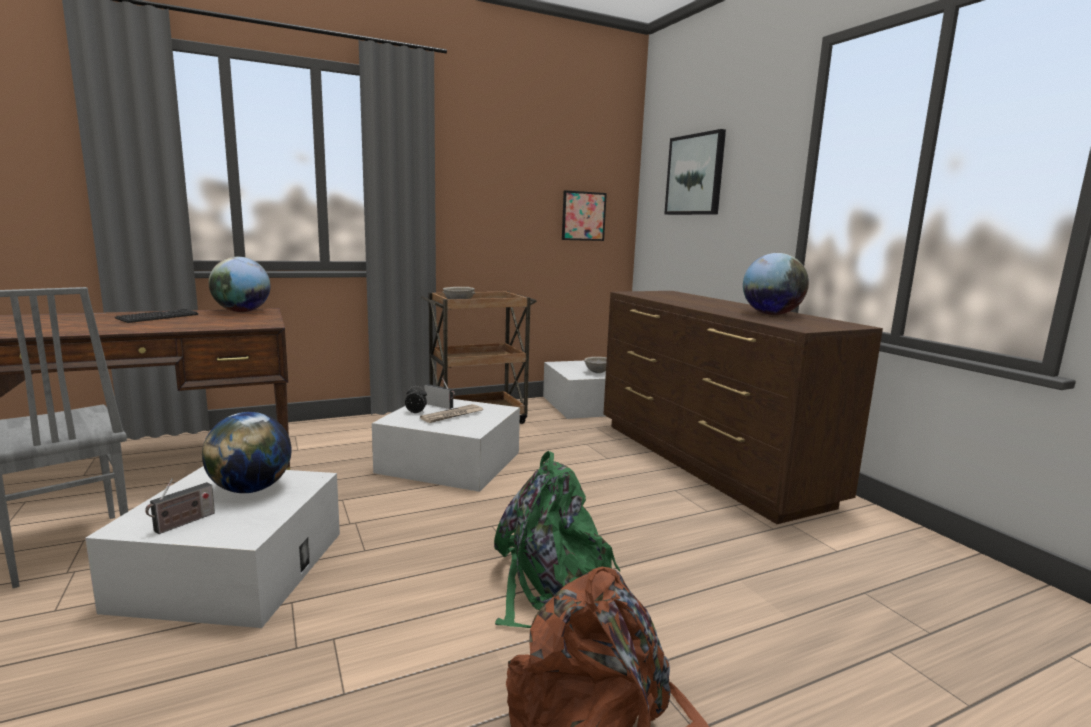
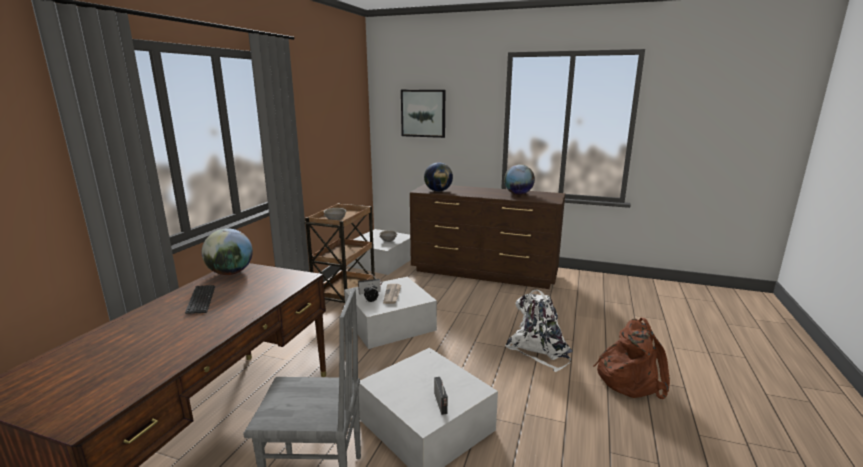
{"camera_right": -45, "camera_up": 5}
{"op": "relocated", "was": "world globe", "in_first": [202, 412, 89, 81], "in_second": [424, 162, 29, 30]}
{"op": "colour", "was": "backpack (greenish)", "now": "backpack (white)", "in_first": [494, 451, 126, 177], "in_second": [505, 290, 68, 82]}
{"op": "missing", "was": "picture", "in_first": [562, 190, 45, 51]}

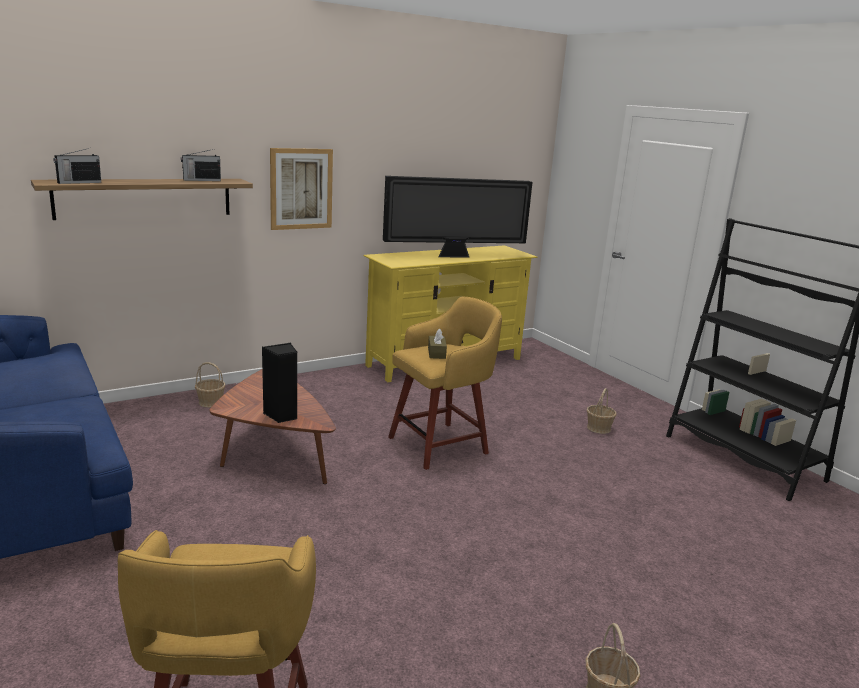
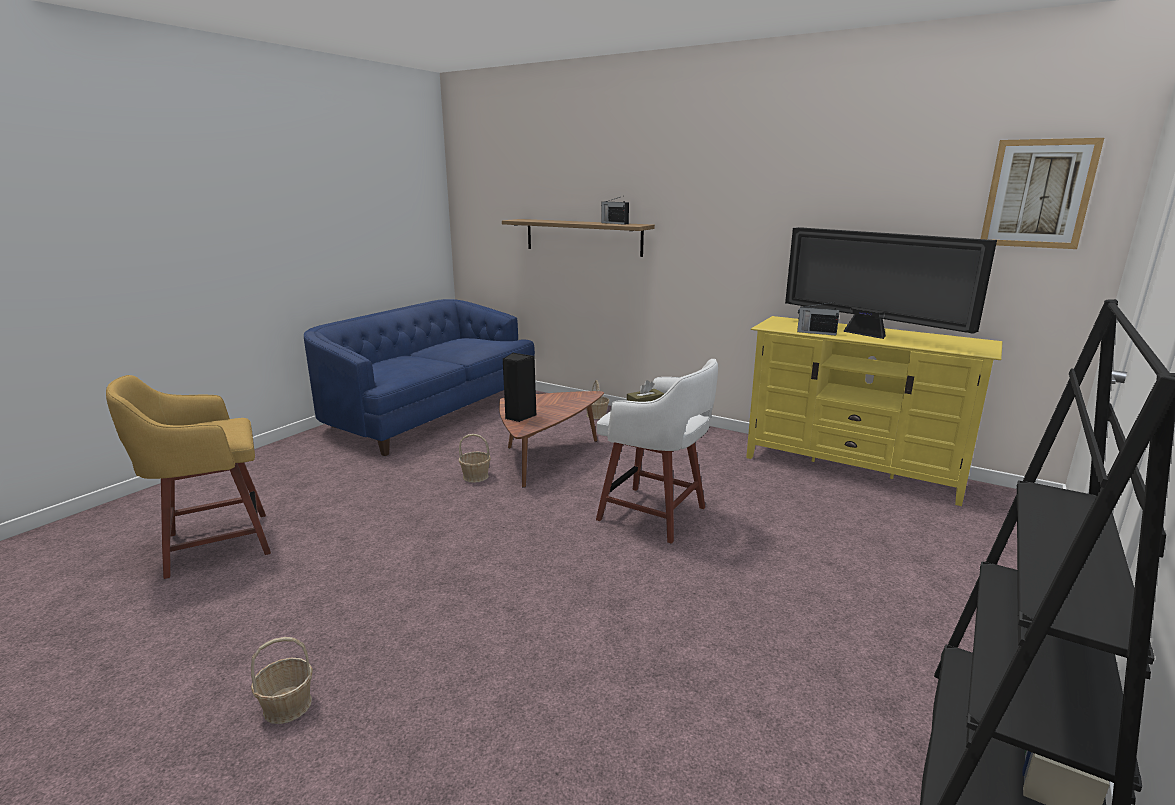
{"camera_right": 65, "camera_up": 0}
{"op": "relocated", "was": "radio set", "in_first": [53, 148, 48, 36], "in_second": [797, 302, 43, 34]}
{"op": "relocated", "was": "picture", "in_first": [270, 148, 63, 82], "in_second": [981, 138, 123, 111]}
{"op": "colour", "was": "stool (yellow)", "now": "stool (white)", "in_first": [388, 297, 114, 173], "in_second": [596, 359, 122, 185]}
{"op": "relocated", "was": "storage basket", "in_first": [587, 388, 29, 46], "in_second": [459, 434, 32, 49]}

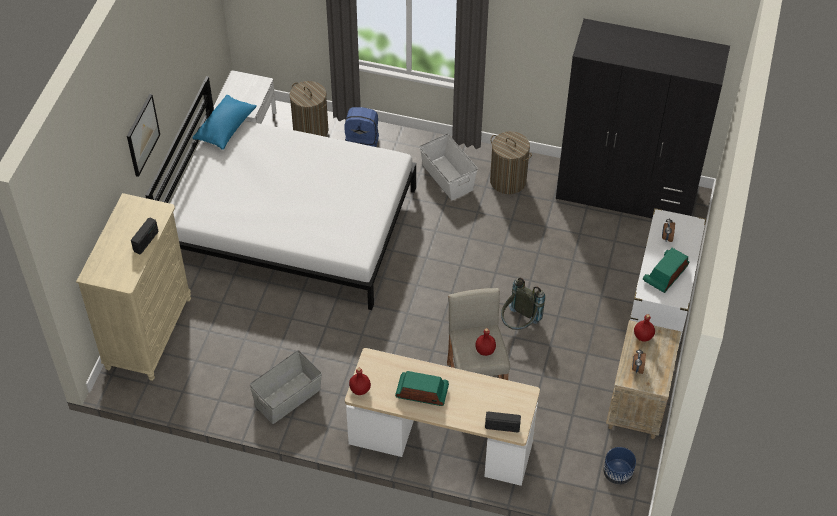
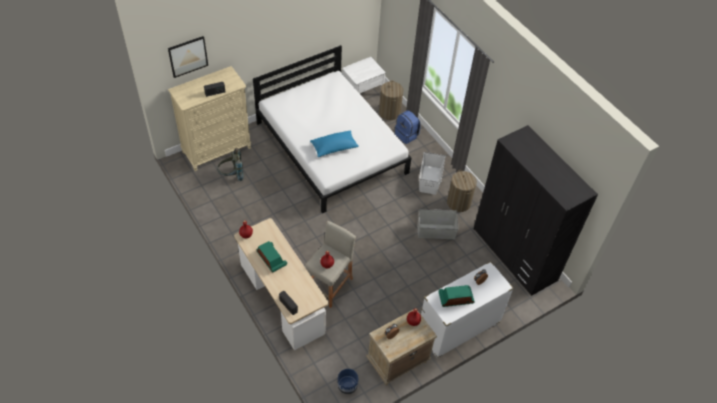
{"camera_right": 40, "camera_up": 0}
{"op": "relocated", "was": "picture", "in_first": [127, 94, 33, 83], "in_second": [168, 36, 40, 42]}
{"op": "relocated", "was": "cushion (blue-coloured)", "in_first": [192, 95, 65, 55], "in_second": [310, 130, 49, 27]}
{"op": "relocated", "was": "storage container (greyish)", "in_first": [249, 350, 73, 74], "in_second": [417, 209, 42, 30]}
{"op": "relocated", "was": "backpack (greyish)", "in_first": [501, 278, 44, 52], "in_second": [217, 148, 27, 33]}

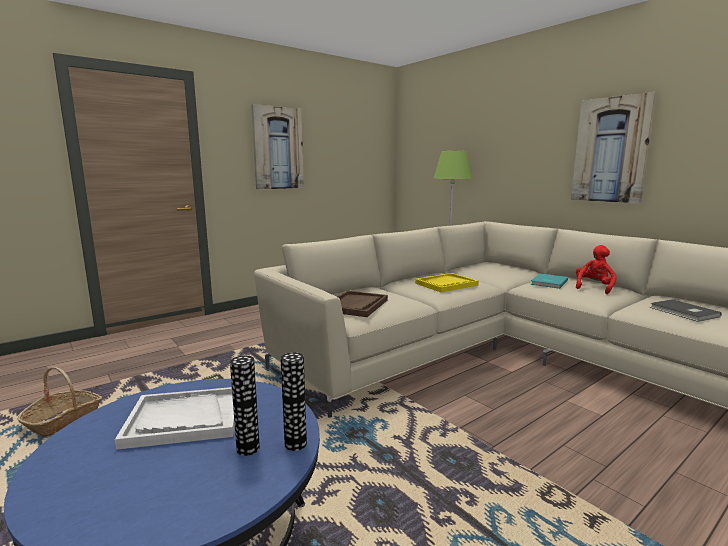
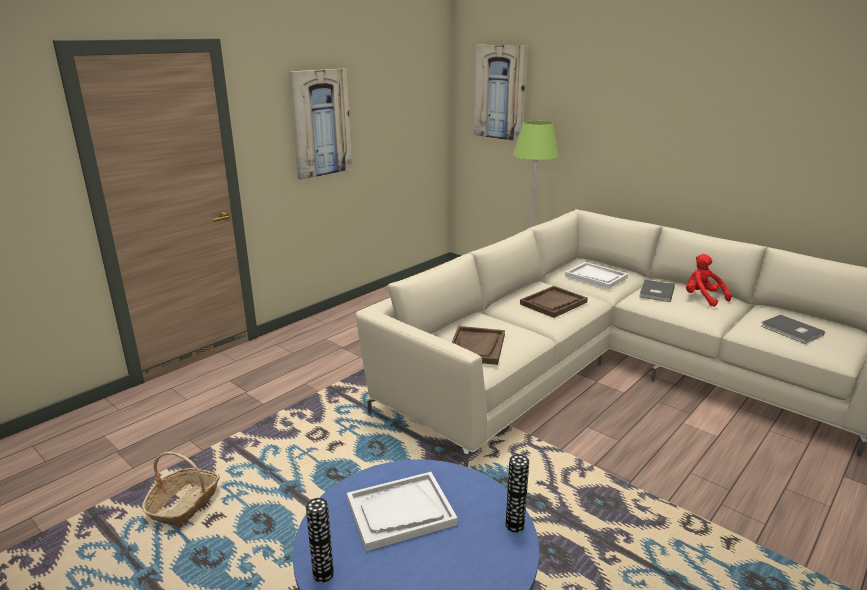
{"camera_right": -10, "camera_up": 10}
{"op": "relocated", "was": "flower vase", "in_first": [230, 355, 30, 101], "in_second": [306, 498, 28, 85]}
{"op": "colour", "was": "carrying tray (yellow)", "now": "carrying tray (brown)", "in_first": [415, 273, 64, 20], "in_second": [520, 286, 68, 32]}
{"op": "colour", "was": "volume (turquoise)", "now": "volume (greyish)", "in_first": [530, 273, 38, 16], "in_second": [639, 280, 36, 22]}
{"op": "relocated", "was": "picture", "in_first": [571, 92, 86, 111], "in_second": [474, 45, 54, 96]}
{"op": "spun", "was": "cuddly toy (red-coloured)", "in_first": [576, 245, 40, 49], "in_second": [686, 254, 46, 53], "clockwise": -60}
{"op": "appeared", "now": "carrying tray (white)", "in_second": [565, 262, 63, 27]}

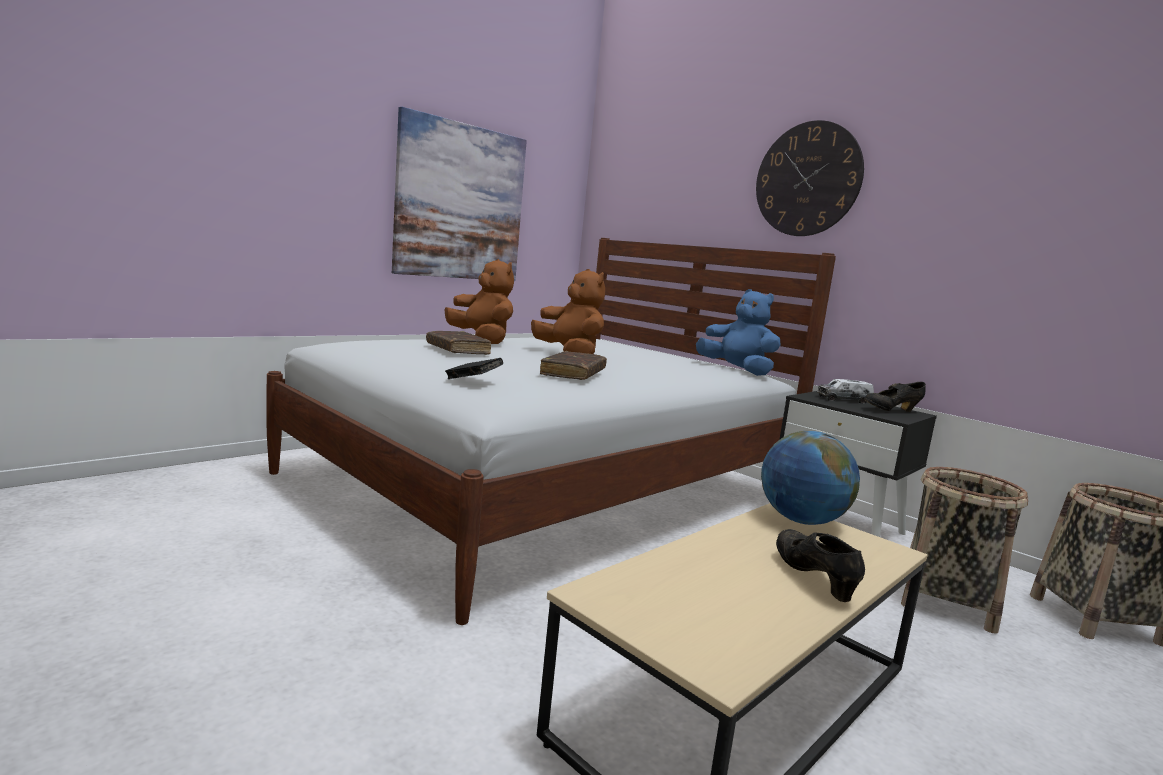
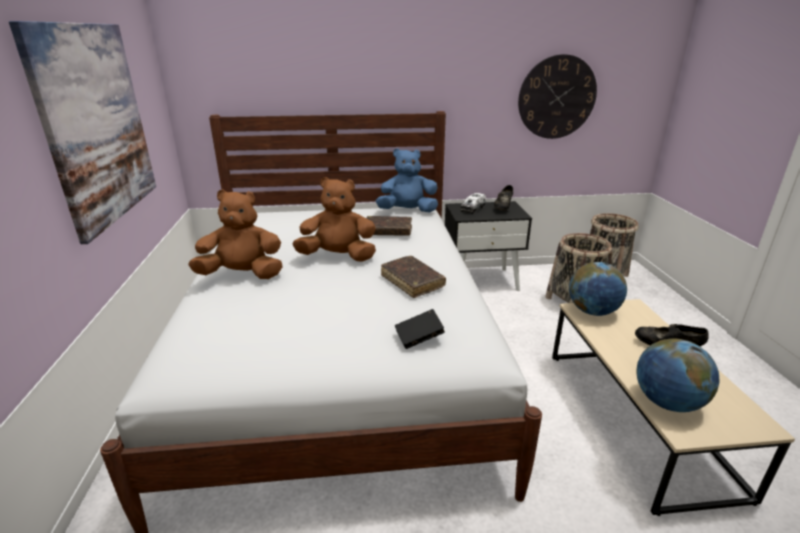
{"camera_right": -50, "camera_up": 15}
{"op": "relocated", "was": "volume (brown)", "in_first": [426, 331, 65, 24], "in_second": [366, 216, 46, 20]}
{"op": "relocated", "was": "hanging clock", "in_first": [756, 120, 108, 116], "in_second": [518, 54, 79, 85]}
{"op": "appeared", "now": "world globe", "in_second": [636, 339, 84, 73]}

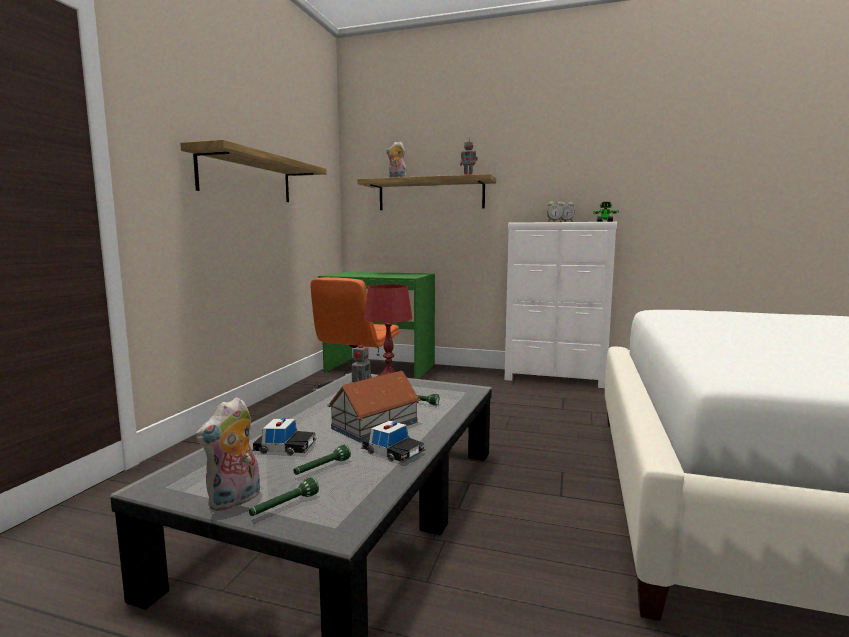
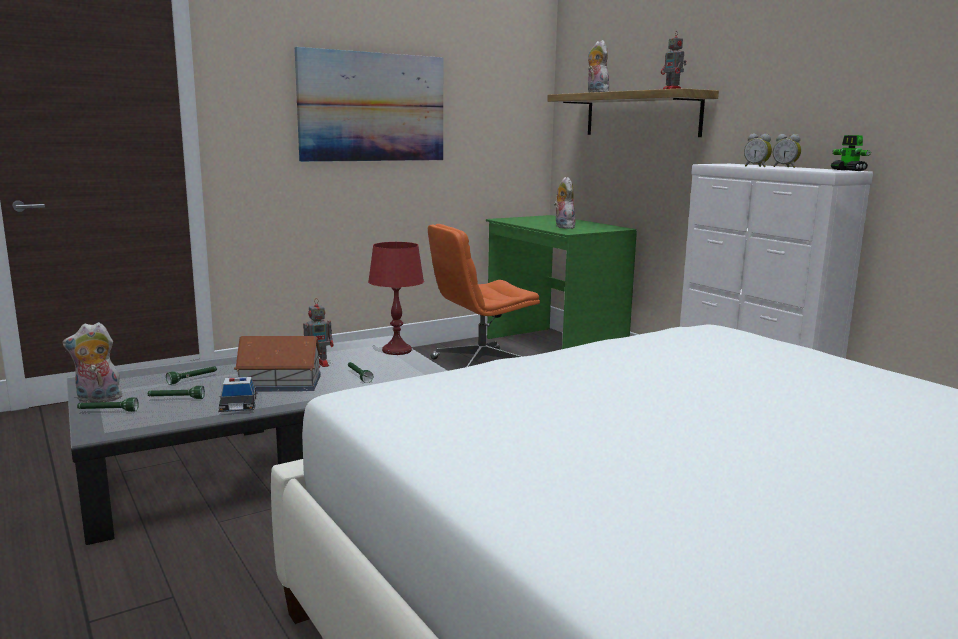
{"camera_right": 40, "camera_up": 5}
{"op": "exchanged", "was": "wall shelf", "now": "picture", "in_first": [180, 140, 147, 62], "in_second": [295, 47, 148, 115]}
{"op": "exchanged", "was": "model car", "now": "torch (greenish)", "in_first": [252, 418, 65, 38], "in_second": [166, 366, 51, 19]}
{"op": "appeared", "now": "cuddly toy", "in_second": [554, 177, 21, 52]}

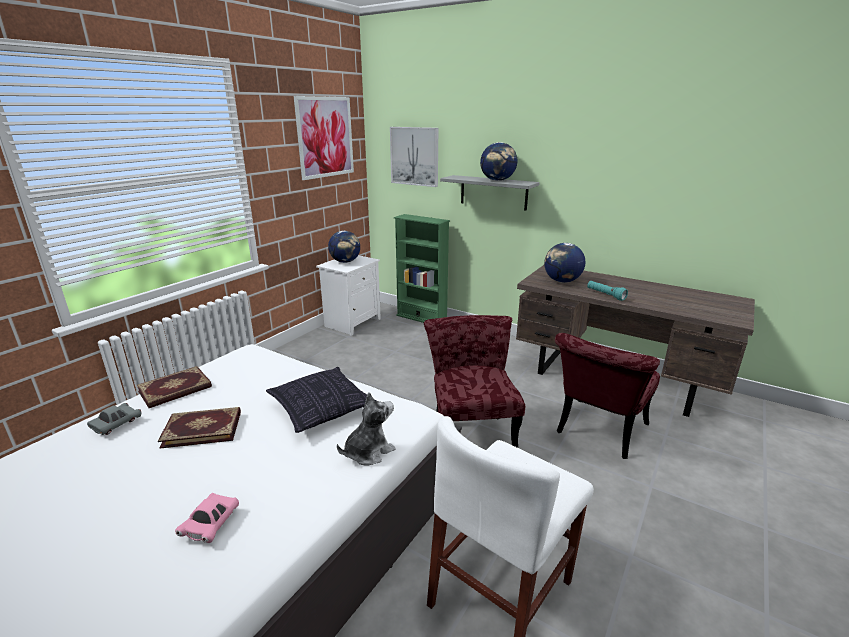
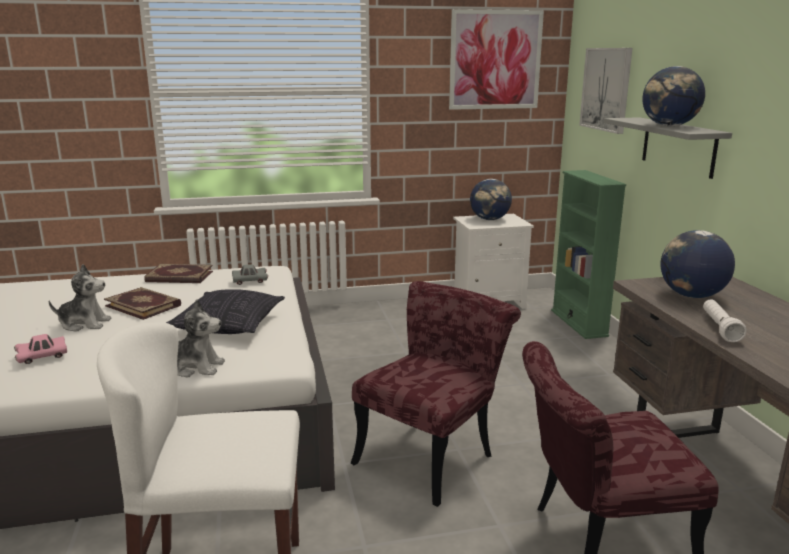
{"camera_right": 45, "camera_up": -5}
{"op": "relocated", "was": "model car (greyish)", "in_first": [87, 403, 55, 32], "in_second": [232, 264, 36, 21]}
{"op": "colour", "was": "torch (turquoise)", "now": "torch (white)", "in_first": [587, 281, 41, 20], "in_second": [703, 299, 43, 43]}
{"op": "appeared", "now": "cuddly toy", "in_second": [49, 264, 63, 68]}

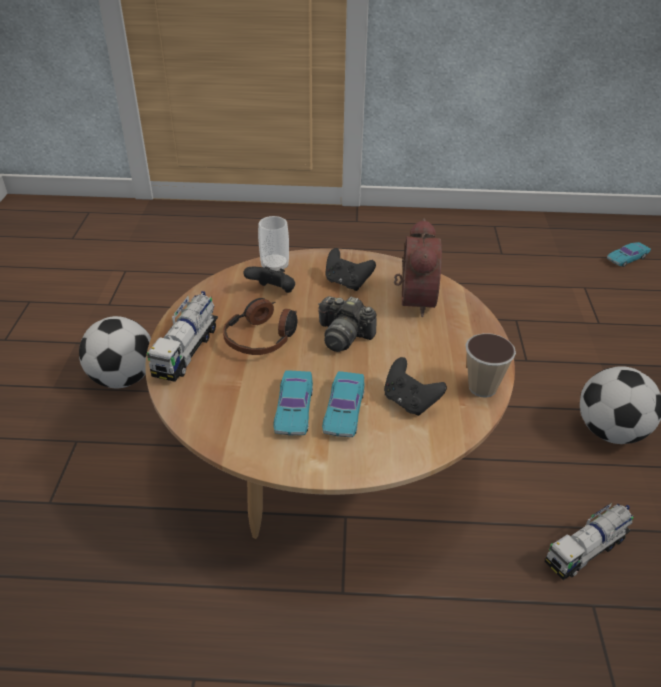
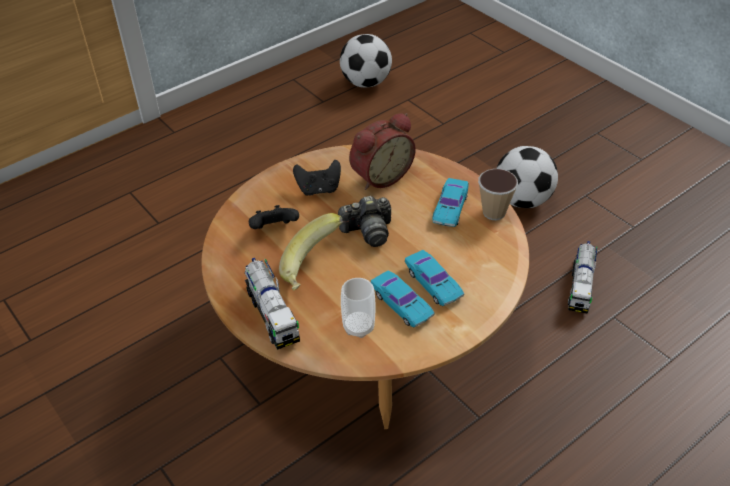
{"camera_right": -40, "camera_up": 5}
{"op": "relocated", "was": "football ball", "in_first": [79, 316, 72, 72], "in_second": [340, 34, 52, 54]}
{"op": "exchanged", "was": "pair of headphones", "now": "banana", "in_first": [223, 298, 74, 57], "in_second": [279, 213, 64, 77]}
{"op": "relocated", "was": "cup", "in_first": [258, 216, 31, 55], "in_second": [341, 278, 34, 60]}
{"op": "missing", "was": "joypad (black)", "in_first": [384, 357, 63, 59]}
{"op": "spun", "was": "table clock", "in_first": [394, 219, 48, 98], "in_second": [349, 113, 67, 77], "clockwise": 90}
{"op": "relocated", "was": "model car (turquoise)", "in_first": [607, 242, 44, 25], "in_second": [432, 178, 37, 49]}

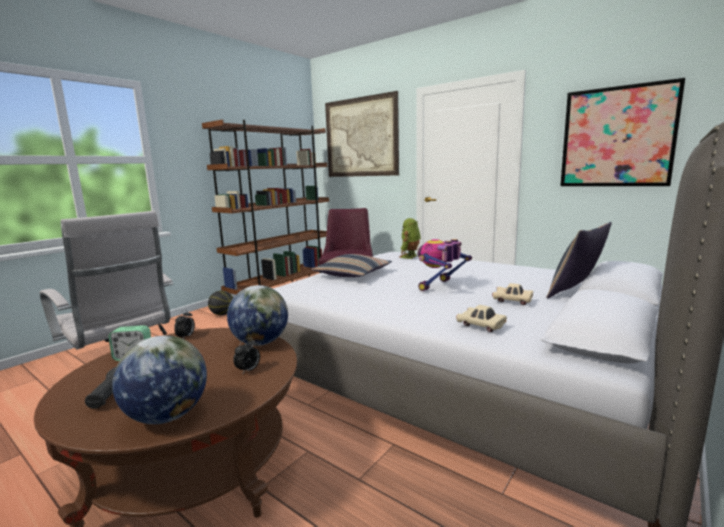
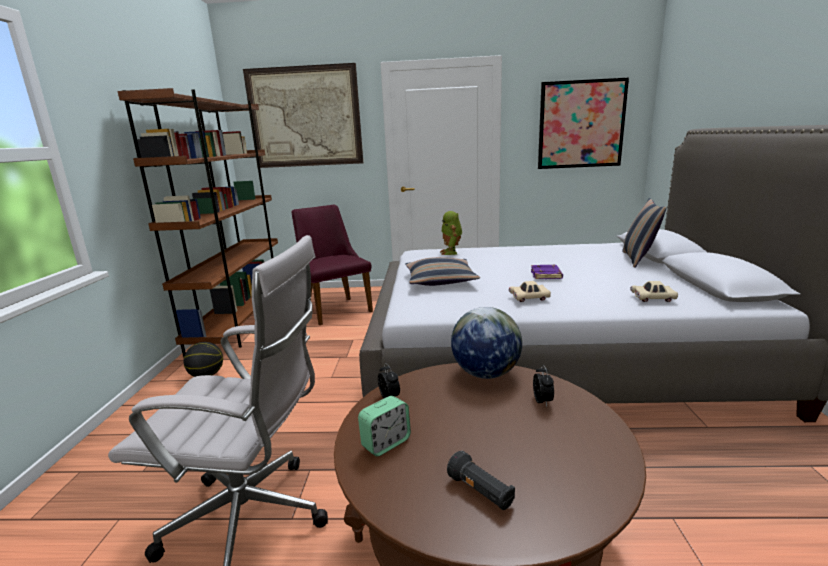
{"camera_right": -35, "camera_up": 5}
{"op": "missing", "was": "world globe", "in_first": [112, 335, 95, 89]}
{"op": "exchanged", "was": "robot figure", "now": "volume (purplish)", "in_first": [417, 239, 55, 52], "in_second": [531, 265, 32, 14]}
{"op": "relocated", "was": "model car (beige-coloured)", "in_first": [492, 283, 41, 22], "in_second": [509, 281, 42, 21]}

